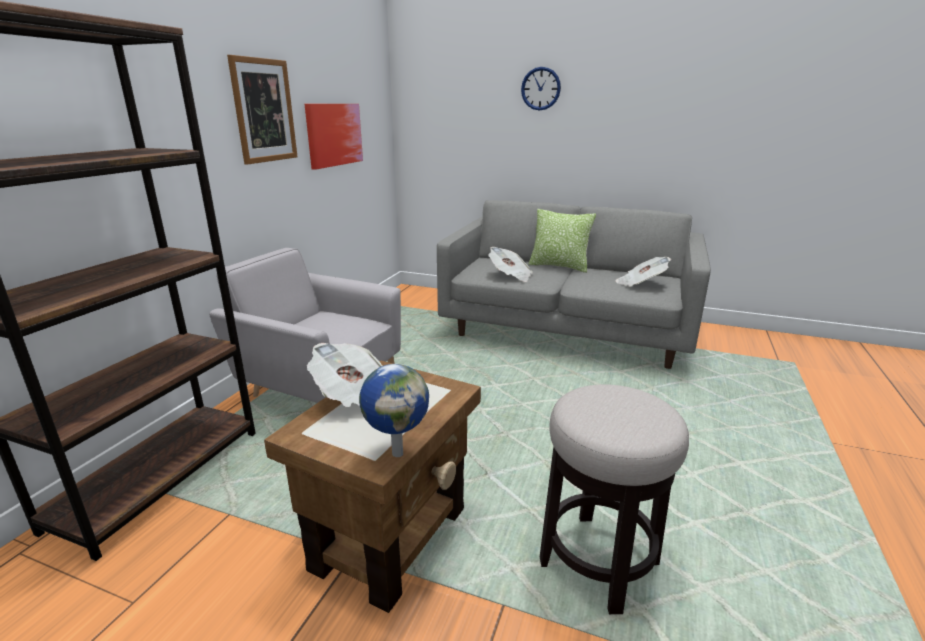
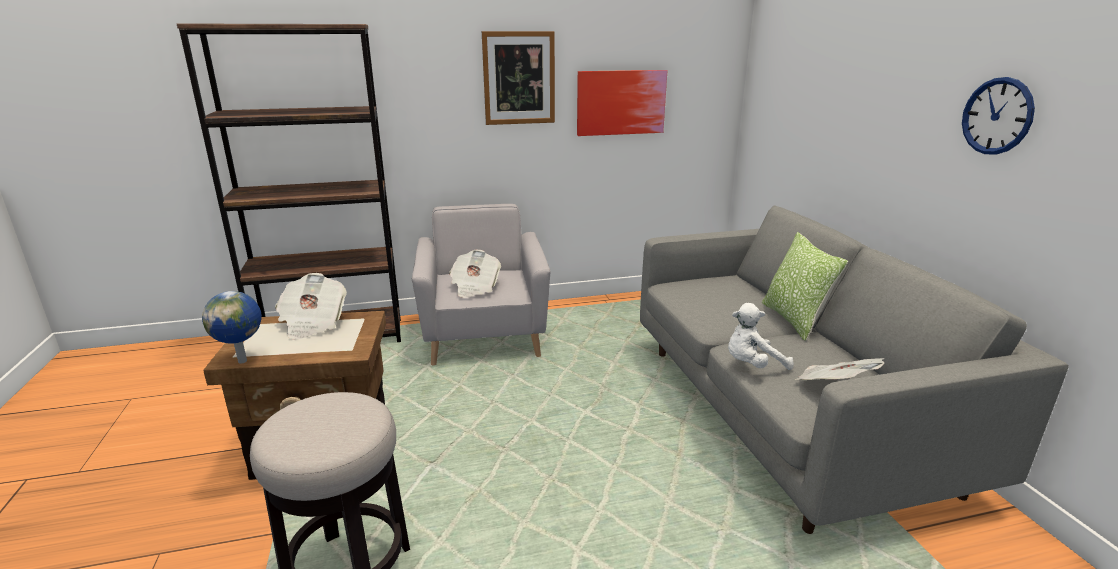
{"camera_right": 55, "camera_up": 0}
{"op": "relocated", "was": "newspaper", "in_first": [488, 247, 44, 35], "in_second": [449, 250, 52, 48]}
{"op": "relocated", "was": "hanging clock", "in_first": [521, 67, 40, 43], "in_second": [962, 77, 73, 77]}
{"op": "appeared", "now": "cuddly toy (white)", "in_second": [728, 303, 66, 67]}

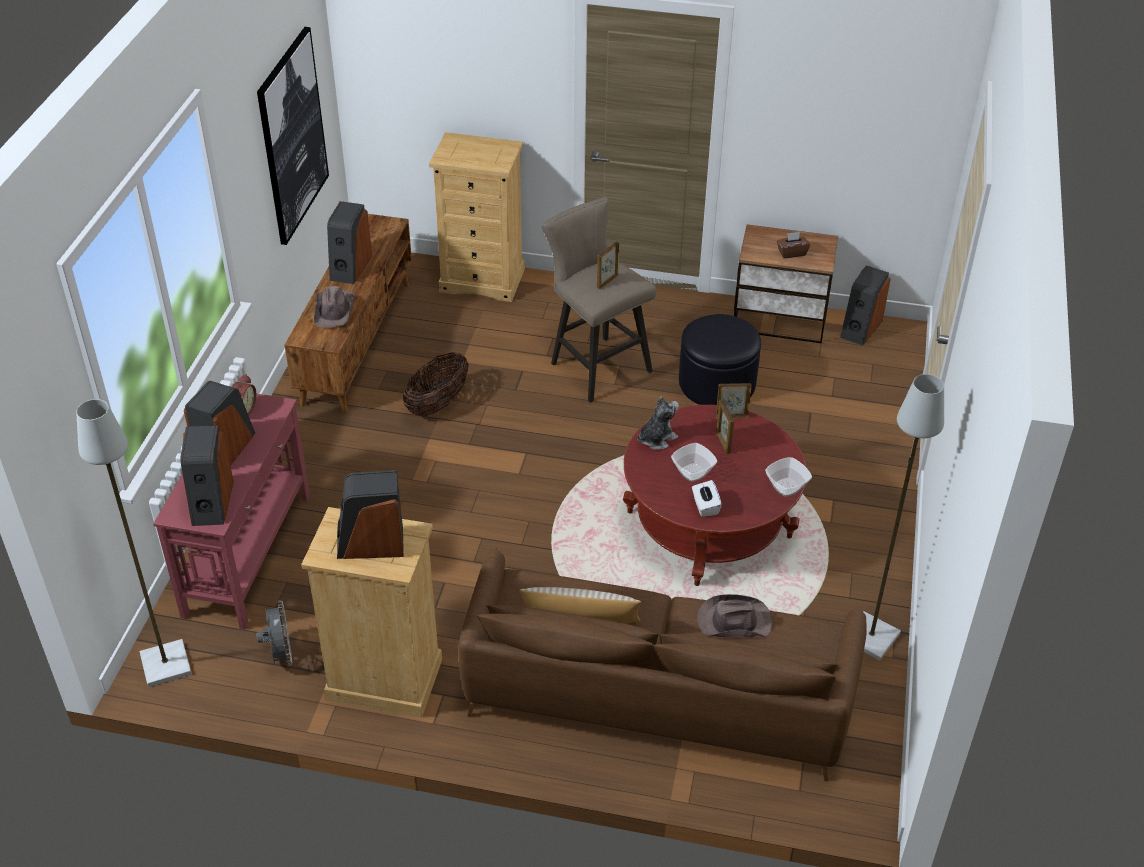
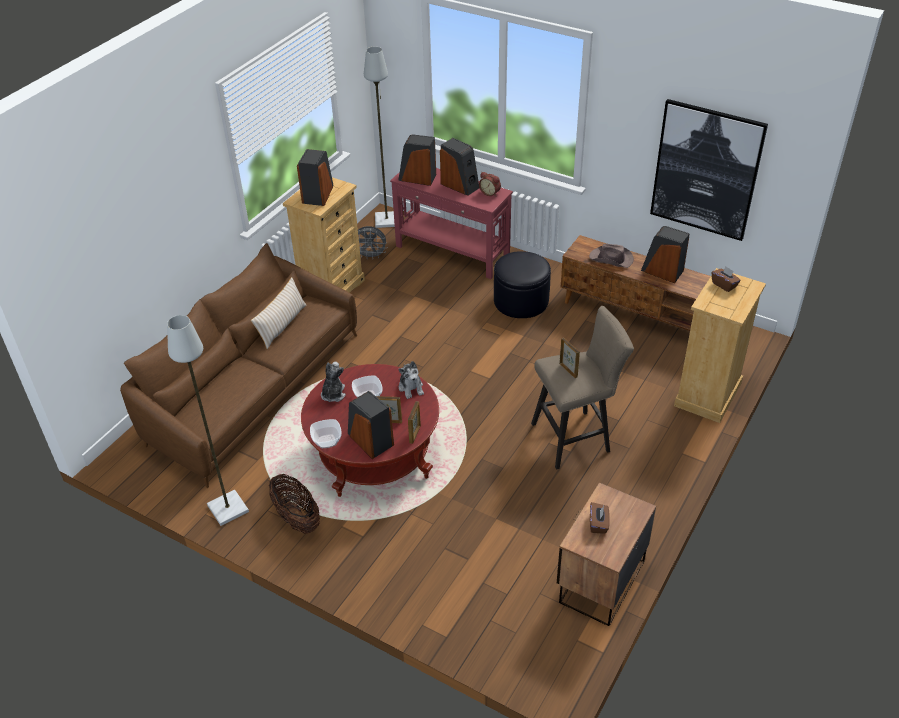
{"camera_right": 110, "camera_up": 0}
{"op": "relocated", "was": "storage basket", "in_first": [403, 353, 66, 63], "in_second": [269, 474, 51, 60]}
{"op": "relocated", "was": "footrest (black)", "in_first": [679, 314, 82, 91], "in_second": [494, 251, 57, 67]}
{"op": "exchanged", "was": "tissue box (white)", "now": "cuddly toy", "in_first": [692, 480, 30, 37], "in_second": [321, 362, 25, 40]}
{"op": "missing", "was": "hat (brown)", "in_first": [697, 594, 75, 43]}
{"op": "relocated", "was": "audio speaker", "in_first": [840, 265, 51, 80], "in_second": [348, 391, 46, 68]}
{"op": "appeared", "now": "tissue box (brown)", "in_second": [712, 266, 29, 26]}

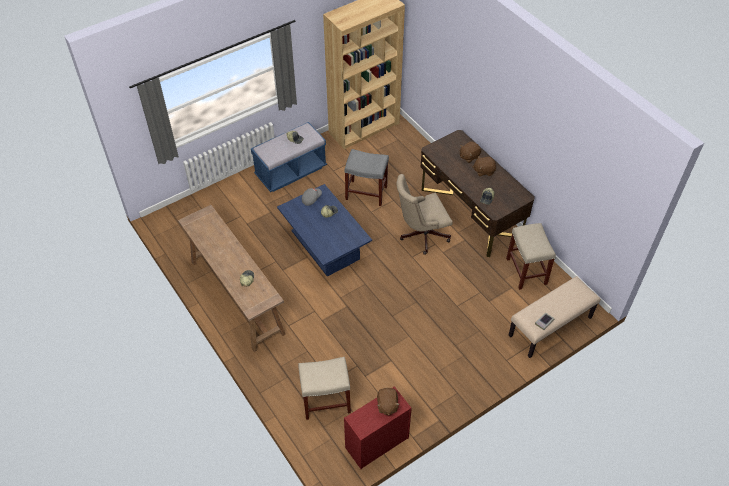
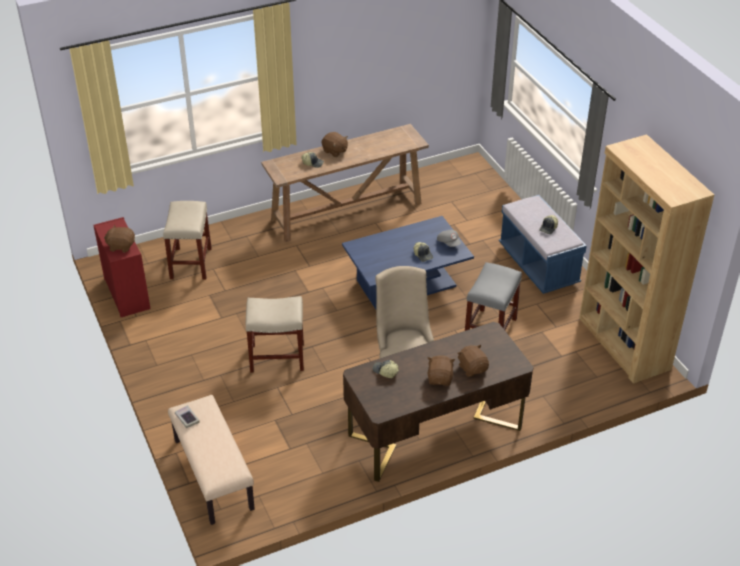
{"camera_right": 100, "camera_up": -10}
{"op": "relocated", "was": "stool (beige-coloured)", "in_first": [506, 223, 50, 67], "in_second": [246, 296, 58, 76]}
{"op": "appeared", "now": "cuddly toy (brown)", "in_second": [322, 132, 26, 25]}

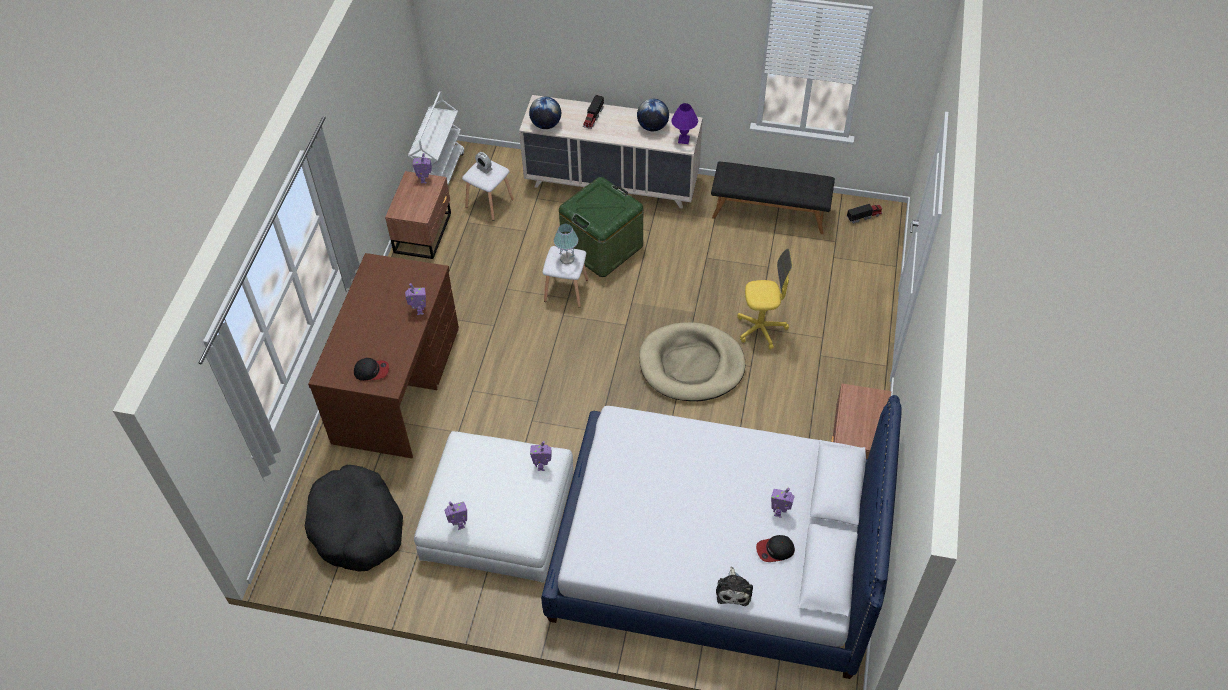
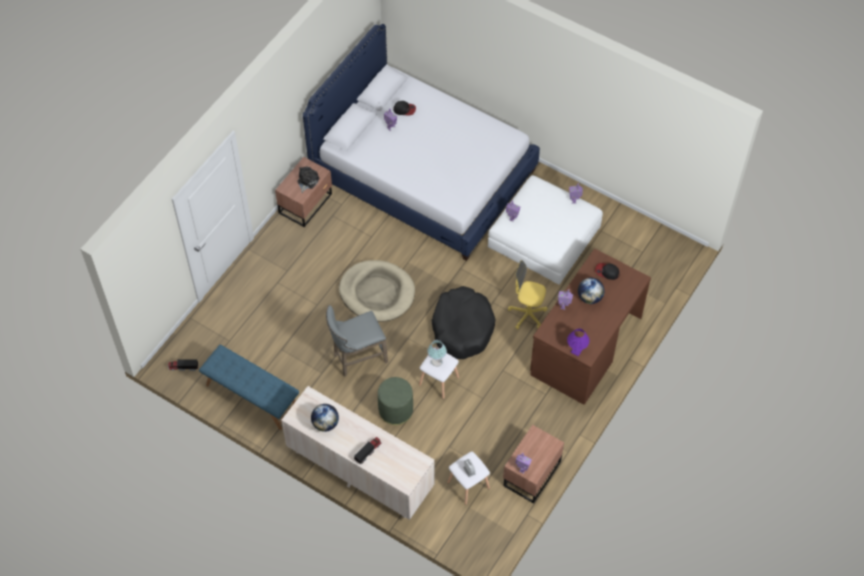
{"camera_right": -160, "camera_up": 5}
{"op": "relocated", "was": "pet bed (black)", "in_first": [305, 465, 98, 107], "in_second": [431, 286, 64, 73]}
{"op": "missing", "was": "trolley (white)", "in_first": [408, 91, 56, 93]}
{"op": "relocated", "was": "world globe", "in_first": [529, 97, 32, 32], "in_second": [578, 278, 26, 26]}
{"op": "exchanged", "was": "storage container (greenish)", "now": "footrest (greenish)", "in_first": [559, 177, 84, 100], "in_second": [378, 377, 35, 48]}
{"op": "relocated", "was": "lamp for a table (purplish)", "in_first": [671, 103, 27, 41], "in_second": [567, 329, 22, 27]}
{"op": "colour", "was": "bench (black)", "now": "bench (blue-coloured)", "in_first": [711, 162, 124, 72], "in_second": [199, 345, 100, 85]}
{"op": "relocated", "was": "cuddly toy", "in_first": [716, 567, 37, 39], "in_second": [297, 166, 23, 27]}
{"op": "relocated", "was": "office chair (yellow)", "in_first": [737, 249, 56, 100], "in_second": [508, 260, 39, 69]}
{"op": "appeared", "now": "stool (greyish)", "in_second": [326, 305, 62, 72]}

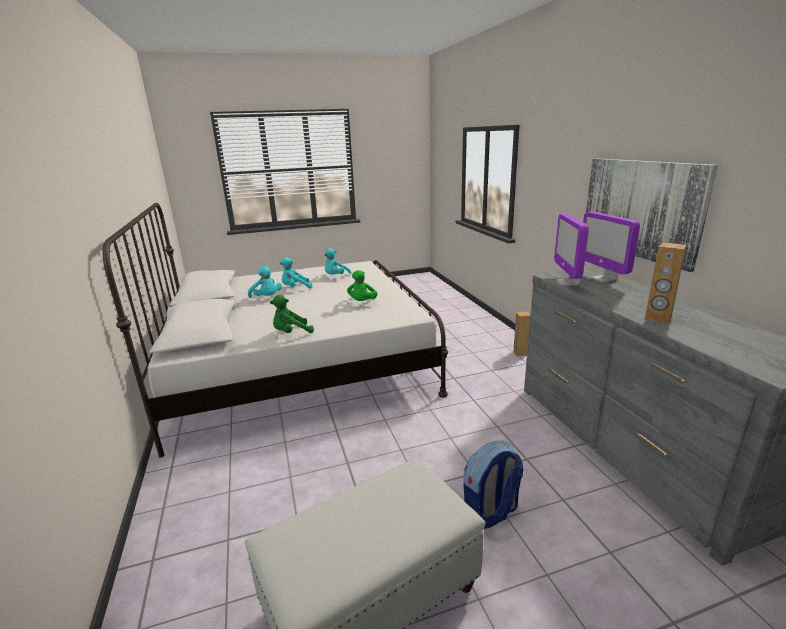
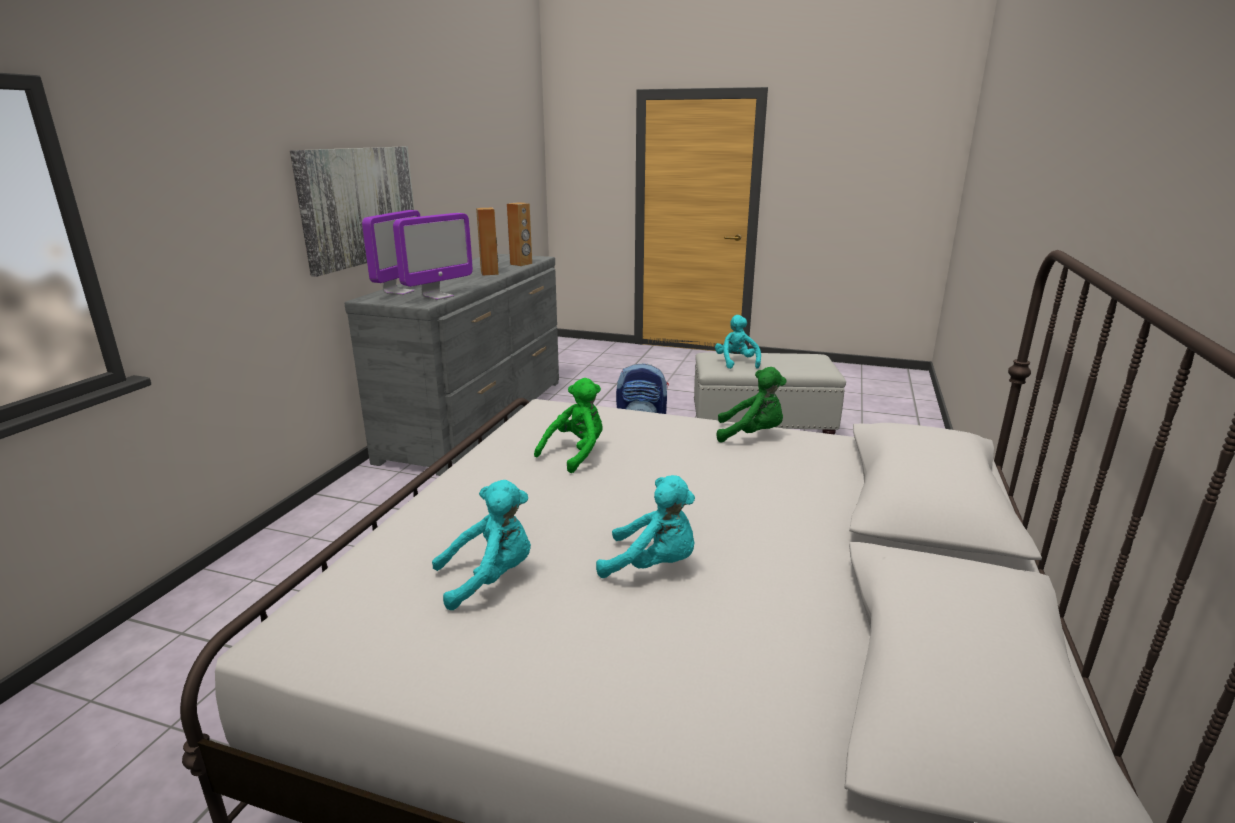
{"camera_right": -145, "camera_up": 0}
{"op": "relocated", "was": "cuddly toy (turquoise)", "in_first": [248, 266, 34, 32], "in_second": [715, 315, 46, 54]}
{"op": "relocated", "was": "audio speaker (brown)", "in_first": [513, 311, 17, 45], "in_second": [507, 202, 25, 64]}

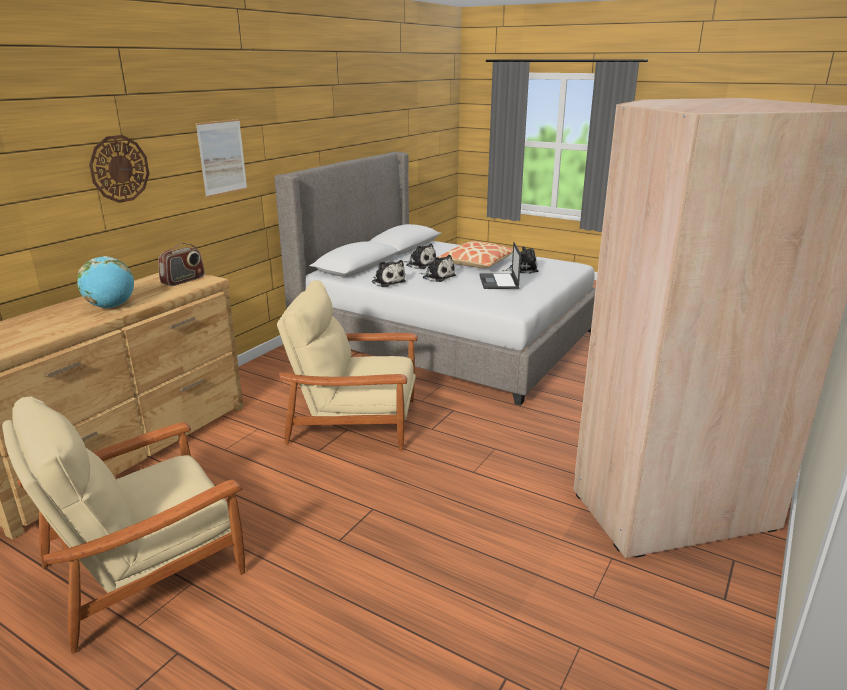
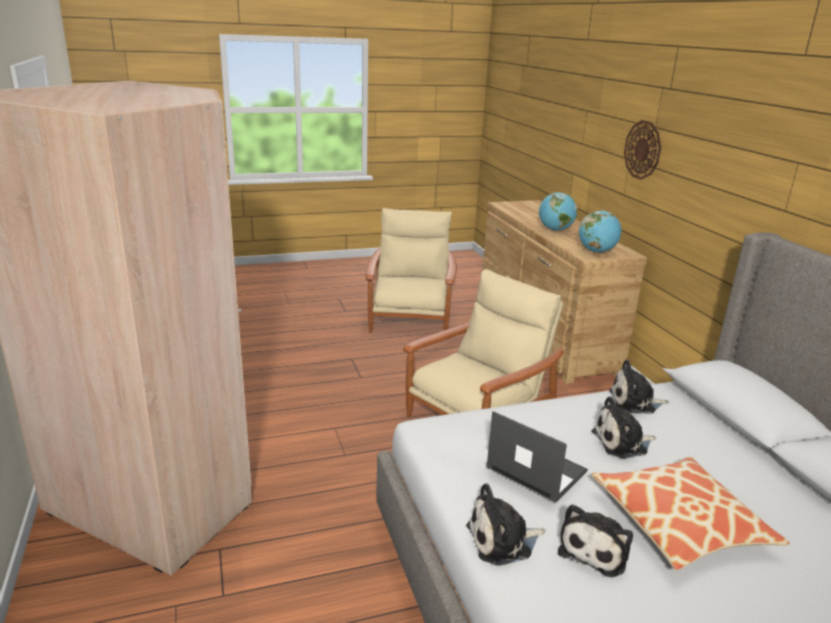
{"camera_right": 130, "camera_up": 0}
{"op": "exchanged", "was": "radio set", "now": "world globe", "in_first": [158, 243, 47, 43], "in_second": [579, 211, 42, 42]}
{"op": "missing", "was": "picture", "in_first": [196, 119, 51, 79]}
{"op": "relocated", "was": "cuddly toy", "in_first": [403, 243, 33, 26], "in_second": [466, 483, 79, 83]}

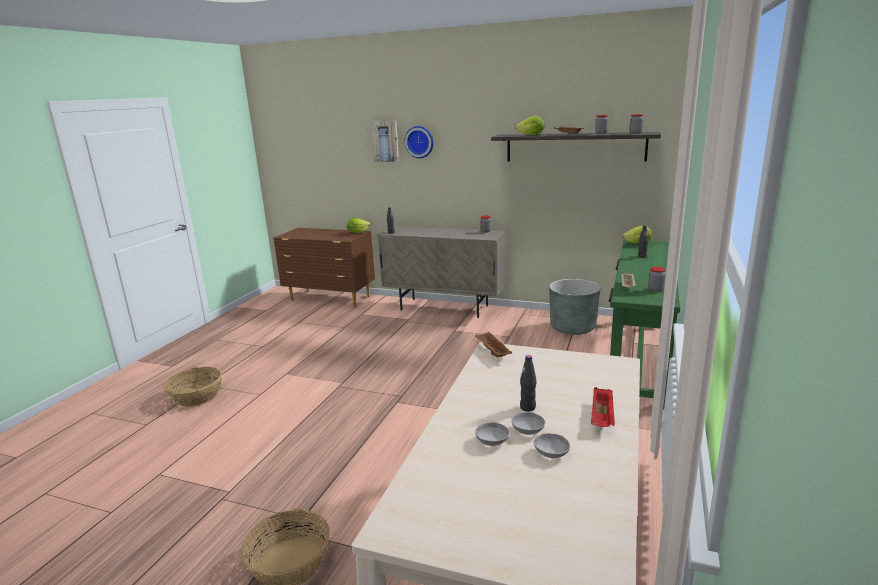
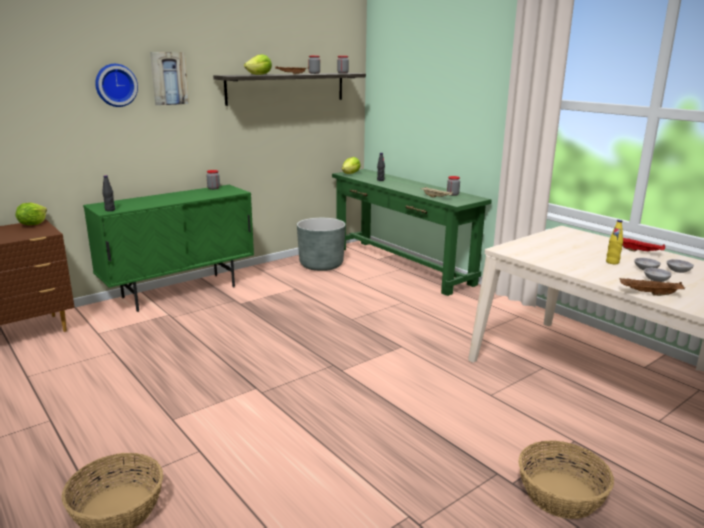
{"camera_right": -60, "camera_up": 0}
{"op": "relocated", "was": "picture", "in_first": [371, 121, 28, 41], "in_second": [150, 52, 39, 54]}
{"op": "colour", "was": "storage cabinet (beige-coloured)", "now": "storage cabinet (greenish)", "in_first": [377, 226, 129, 92], "in_second": [83, 185, 171, 127]}
{"op": "relocated", "was": "carrying tray (brown)", "in_first": [475, 332, 37, 25], "in_second": [620, 278, 65, 18]}
{"op": "colour", "was": "beverage bottle (black)", "now": "beverage bottle (yellow)", "in_first": [520, 355, 16, 57], "in_second": [606, 220, 17, 44]}

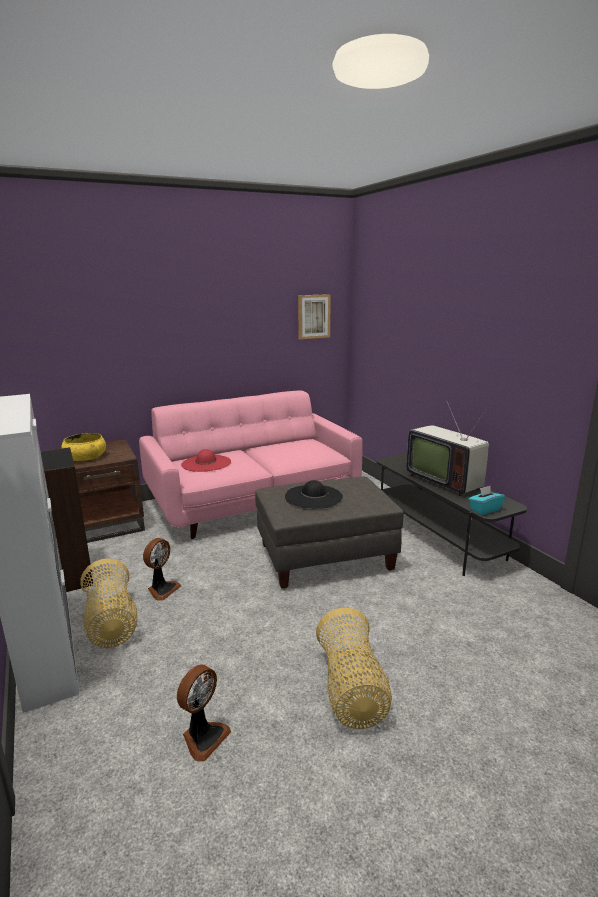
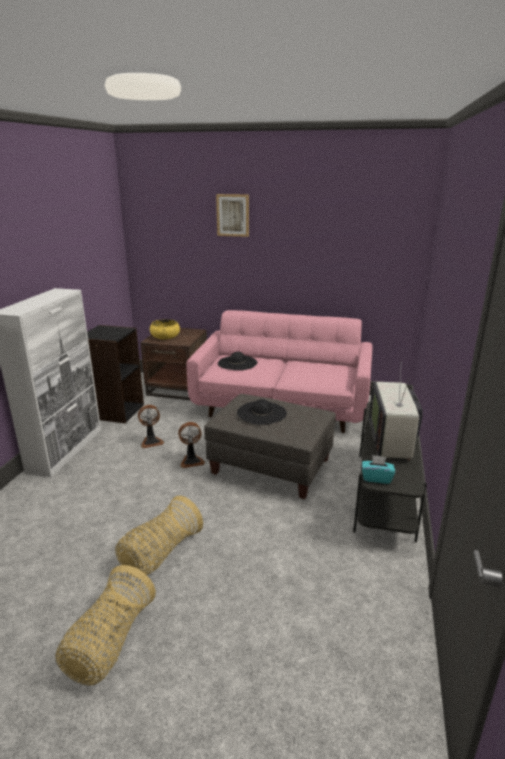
{"camera_right": 40, "camera_up": 5}
{"op": "relocated", "was": "storage basket", "in_first": [80, 558, 57, 90], "in_second": [55, 565, 101, 120]}
{"op": "relocated", "was": "electric fan", "in_first": [177, 664, 54, 97], "in_second": [178, 422, 27, 46]}
{"op": "colour", "was": "hat (red-coloured)", "now": "hat (black)", "in_first": [181, 449, 50, 23], "in_second": [218, 352, 39, 18]}
{"op": "relocated", "was": "picture", "in_first": [298, 294, 33, 45], "in_second": [216, 194, 33, 43]}

